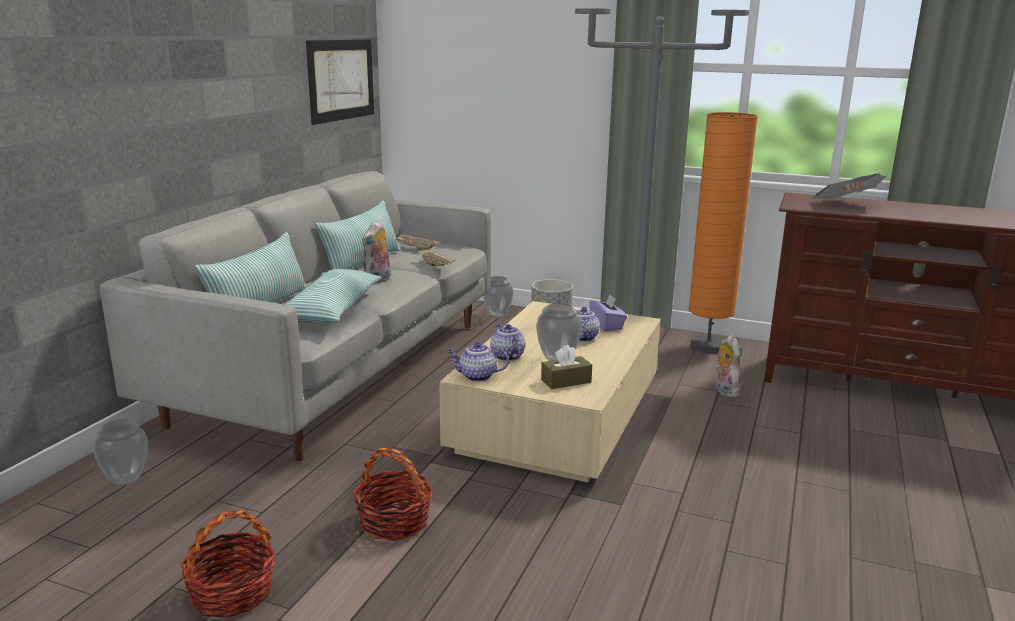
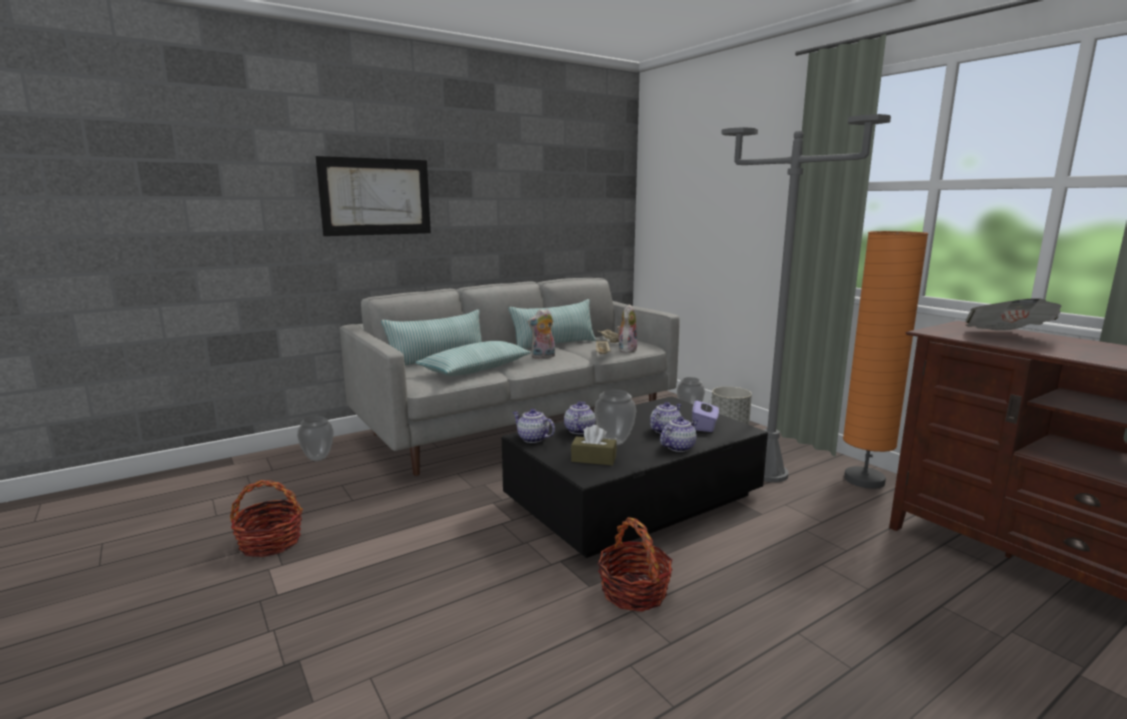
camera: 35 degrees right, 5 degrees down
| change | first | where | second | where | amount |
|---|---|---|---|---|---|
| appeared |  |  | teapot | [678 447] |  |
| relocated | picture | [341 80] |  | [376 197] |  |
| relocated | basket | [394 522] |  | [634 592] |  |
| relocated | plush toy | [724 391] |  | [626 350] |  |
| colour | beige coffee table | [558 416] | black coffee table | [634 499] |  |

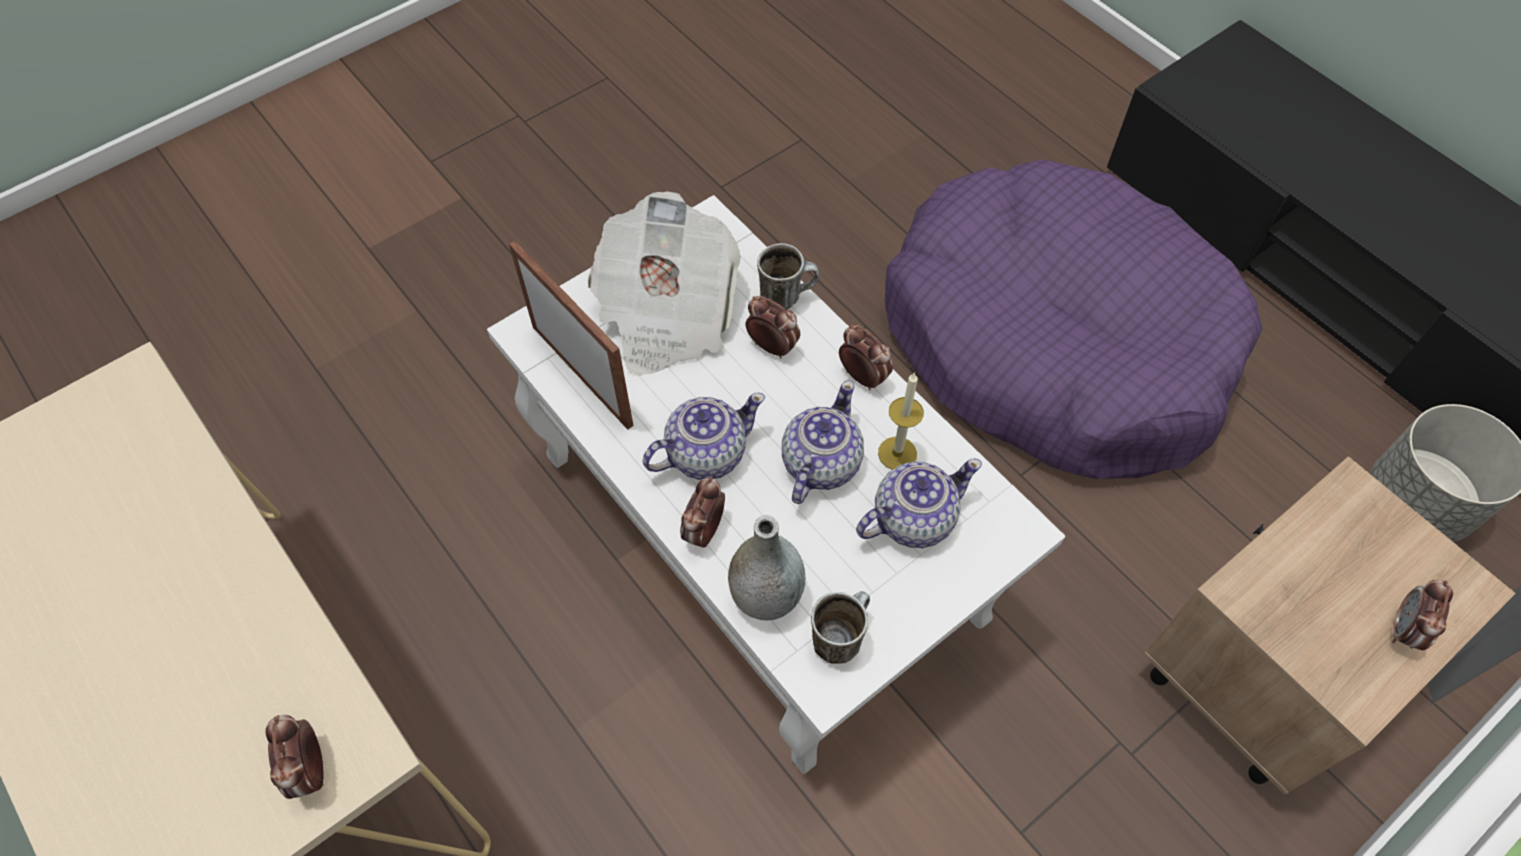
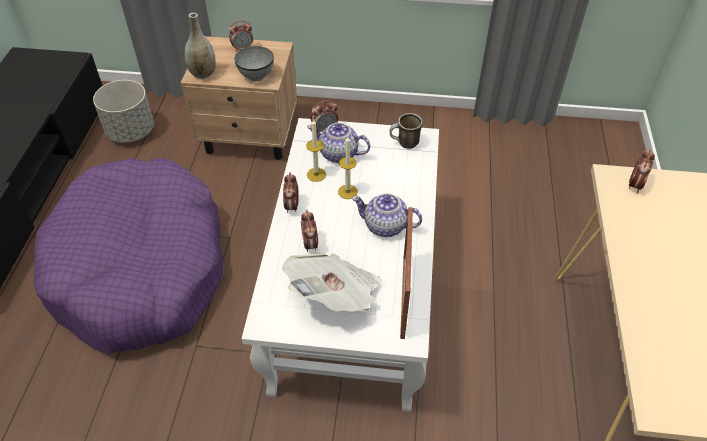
camera: 135 degrees left, 10 degrees down
| change | first | where | second | where | amount |
|---|---|---|---|---|---|
| missing | mug | [787 296] |  |  |  |
| appeared |  |  | grey bowl | [256 75] |  |
| relocated | alarm clock | [704 531] |  | [325 129] |  |
| relocated | grey vase | [766 596] |  | [203 73] |  |
| exchanged | teapot | [819 464] | candle | [347 191] |  |

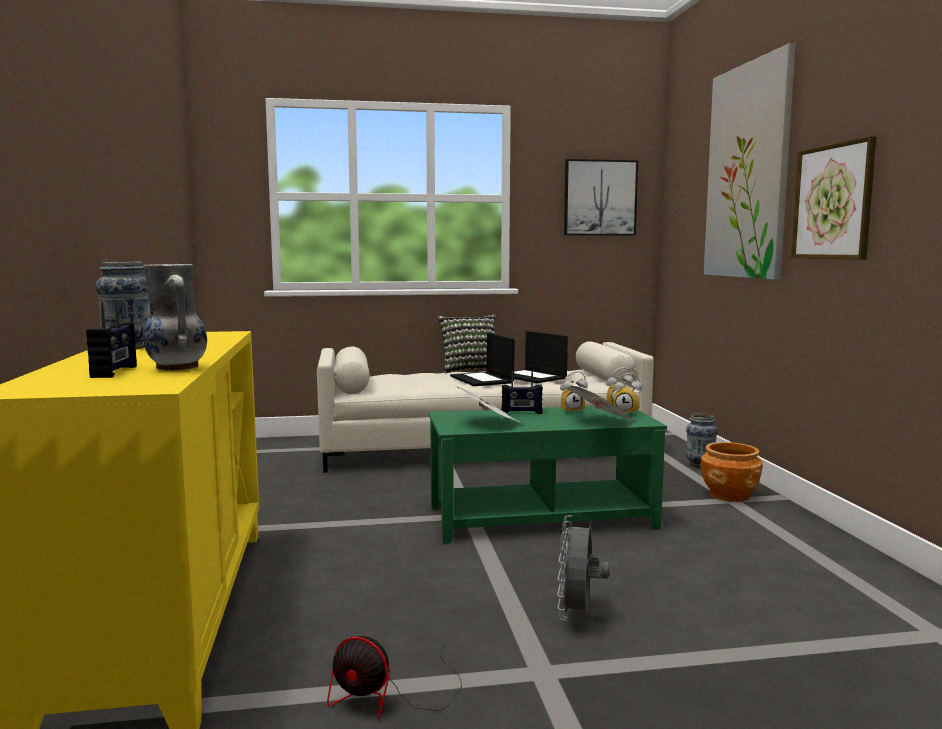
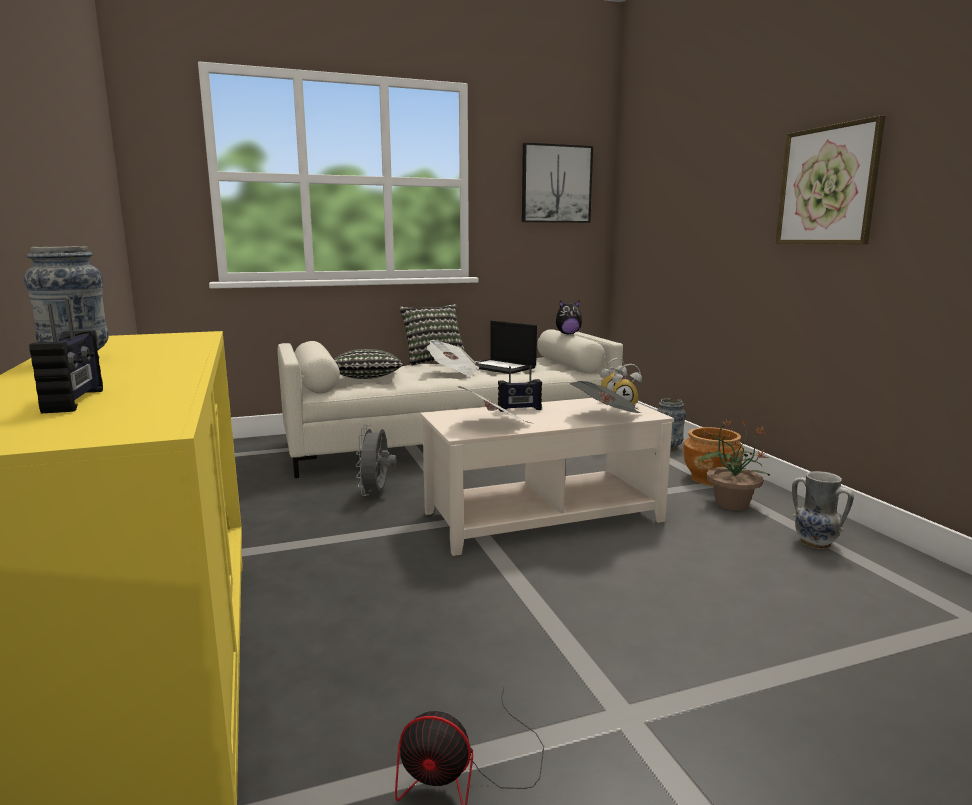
camera: 10 degrees left, 5 degrees up
| change | first | where | second | where | amount |
|---|---|---|---|---|---|
| missing | alarm clock | [572 411] |  |  |  |
| missing | picture | [747 172] |  |  |  |
| appeared |  |  | pillow | [366 379] |  |
| appeared |  |  | plush toy | [568 334] |  |
| appeared |  |  | potted plant | [731 503] |  |
| relocated | vase | [176 368] |  | [815 543] |  |
| relocated | grey fan | [578 615] |  | [376 493] |  |
| exchanged | laptop | [482 380] | newspaper | [453 372] |  |
| colour | green coffee table | [541 518] | beige coffee table | [543 517] |  |

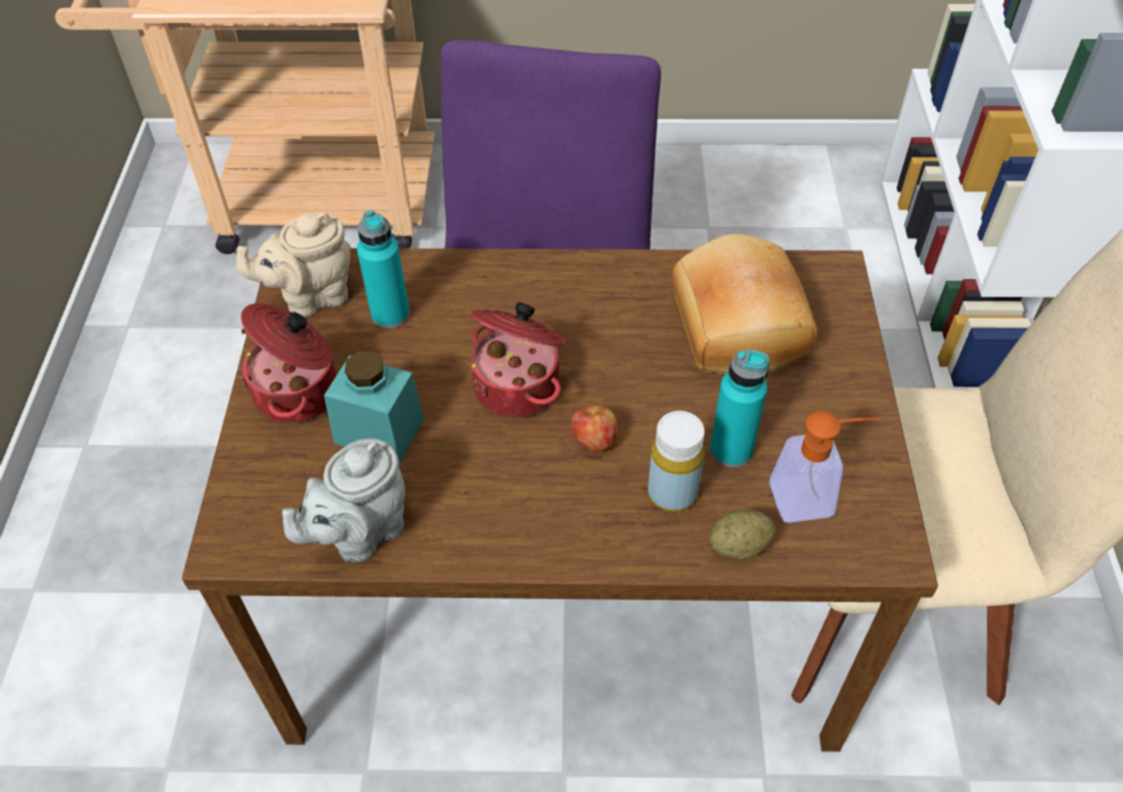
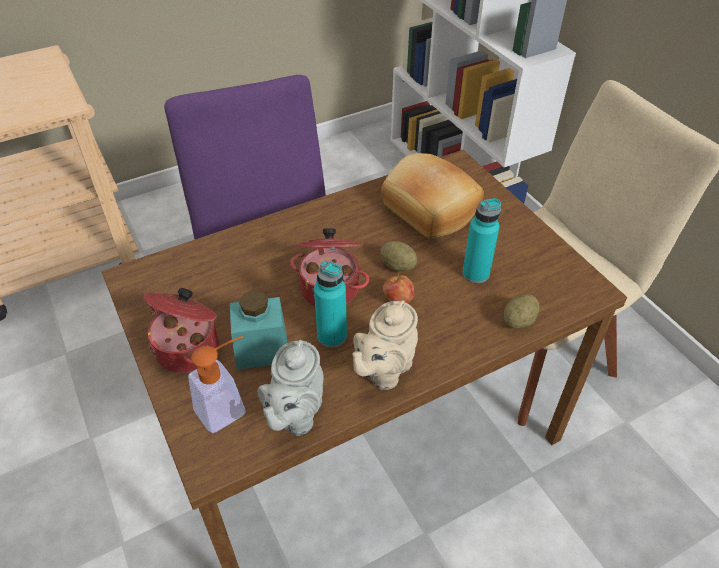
camera: 30 degrees left, 5 degrees down
| change | first | where | second | where | amount |
|---|---|---|---|---|---|
| missing | yellow bottle | [672 493] |  |  |  |
| appeared |  |  | potato | [398 266] |  |
| relocated | beige teapot | [311 297] |  | [384 371] |  |
| relocated | turquoise bottle | [390 314] |  | [332 336] |  |
| relocated | soap dispenser | [813 498] |  | [228 407] |  |

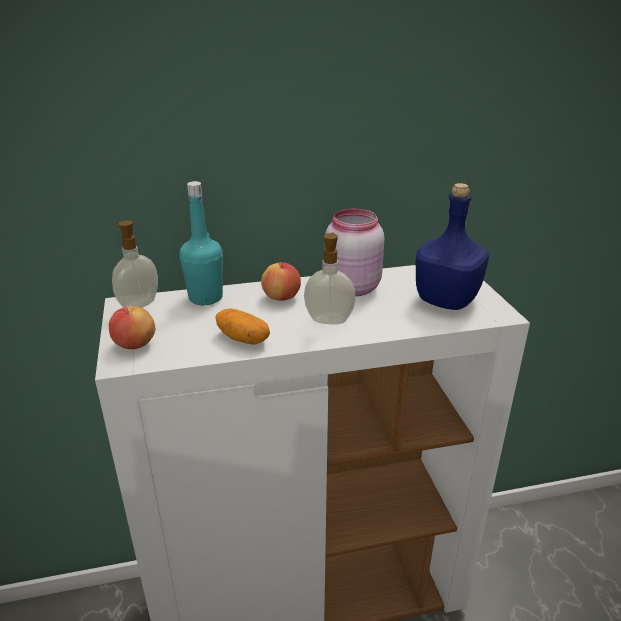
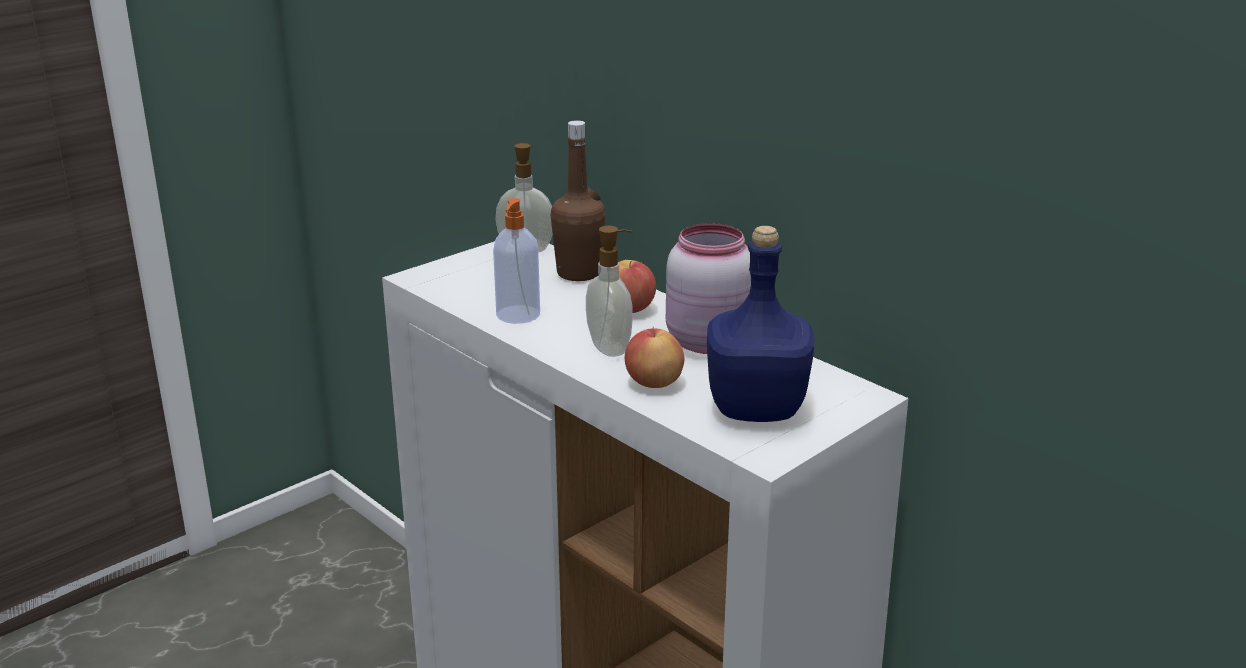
camera: 60 degrees right, 5 degrees down
| change | first | where | second | where | amount |
|---|---|---|---|---|---|
| relocated | apple | [134 345] |  | [653 383] |  |
| exchanged | potato | [243 338] | soap dispenser | [517 315] |  |
| colour | turquoise bottle | [205 297] | brown bottle | [579 273] |  |

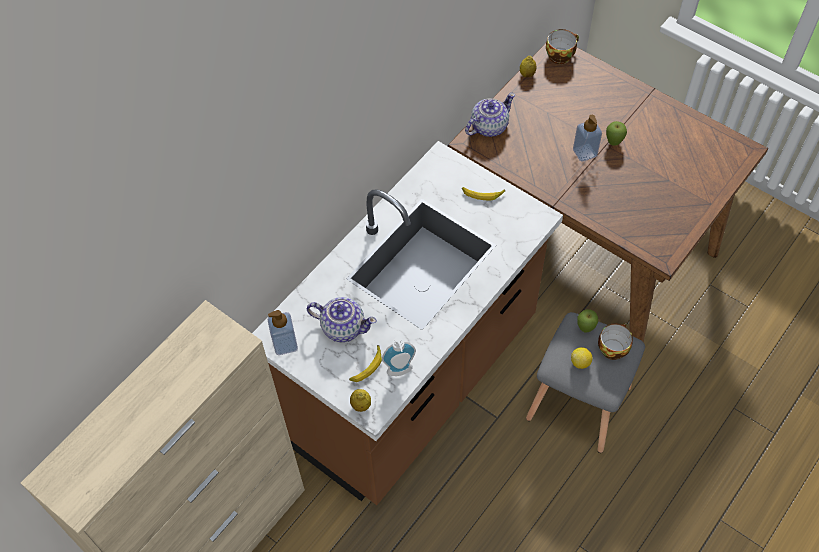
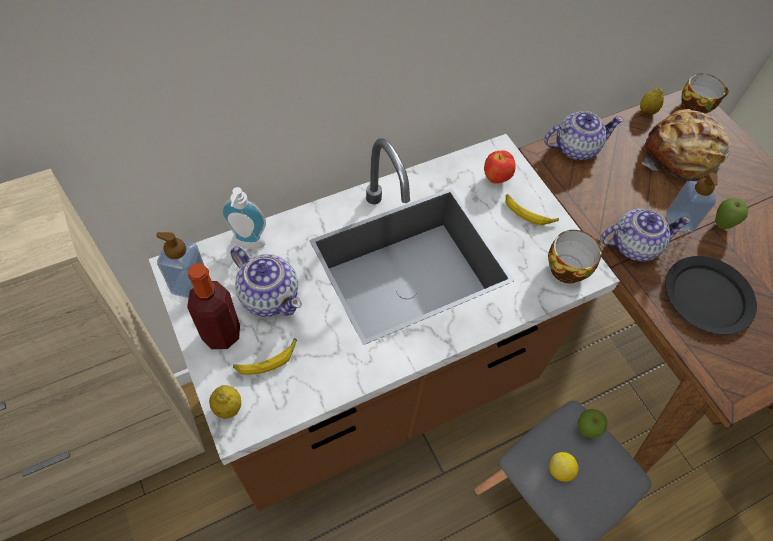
camera: 20 degrees right, 0 degrees up
| change | first | where | second | where | amount |
|---|---|---|---|---|---|
| appeared |  |  | bottle | [221 334] |  |
| appeared |  |  | apple | [496 178] |  |
| appeared |  |  | teapot | [633 245] |  |
| appeared |  |  | bread | [681 155] |  |
| appeared |  |  | black plate | [708 297] |  |
| relocated | soap dispenser | [400 372] |  | [248 245] |  |
| relocated | cup | [612 347] |  | [567 267] |  |

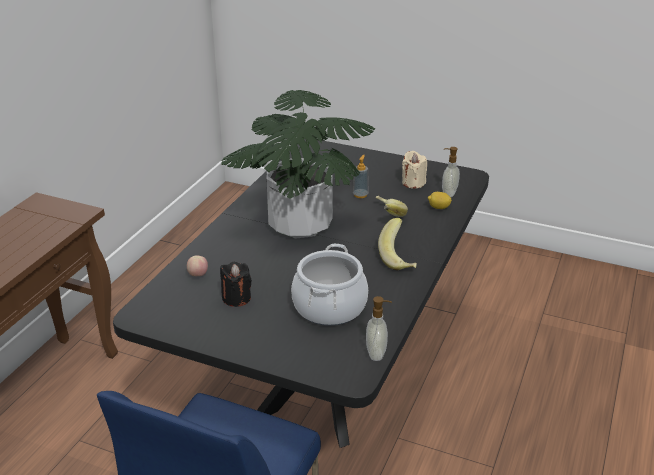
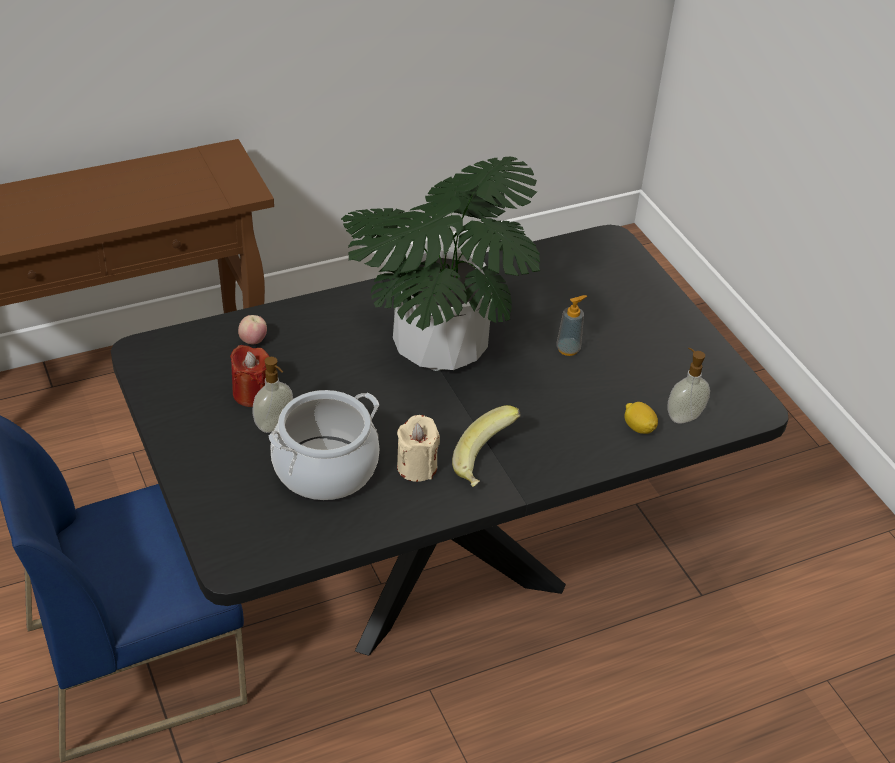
camera: 40 degrees right, 10 degrees up
| change | first | where | second | where | amount |
|---|---|---|---|---|---|
| missing | banana | [386 216] |  |  |  |
| relocated | soap dispenser | [377 353] |  | [274 425] |  |
| relocated | beige candle | [413 183] |  | [416 467] |  |
| colour | black candle | [236 298] | red candle | [252 393] |  |

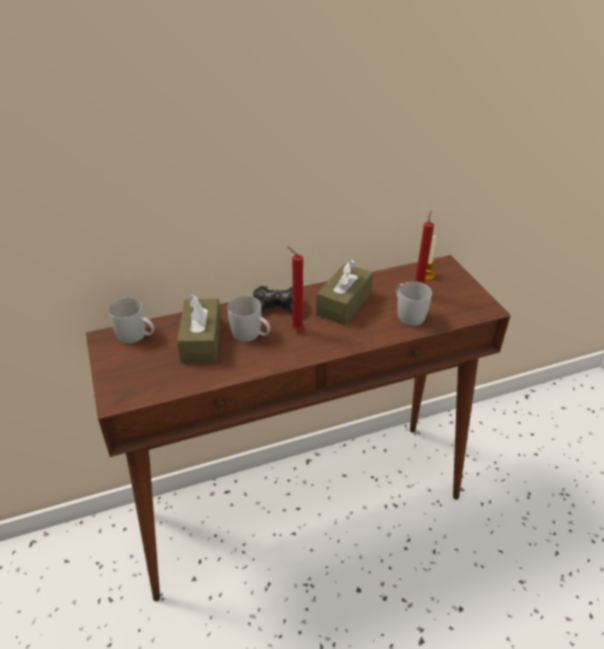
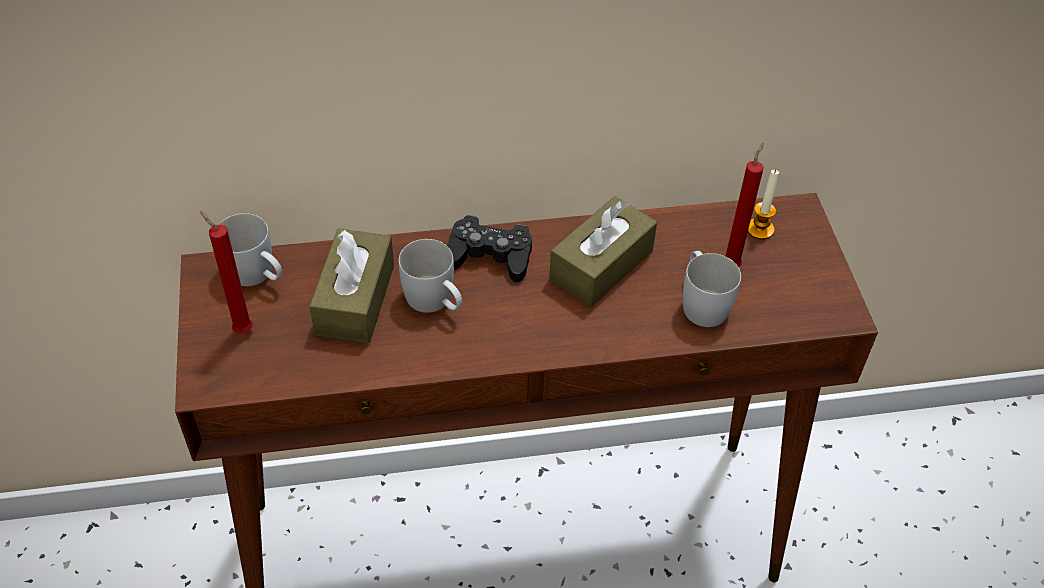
camera: 10 degrees right, 10 degrees up
| change | first | where | second | where | amount |
|---|---|---|---|---|---|
| relocated | red candle | [295 329] |  | [241 329] |  |

